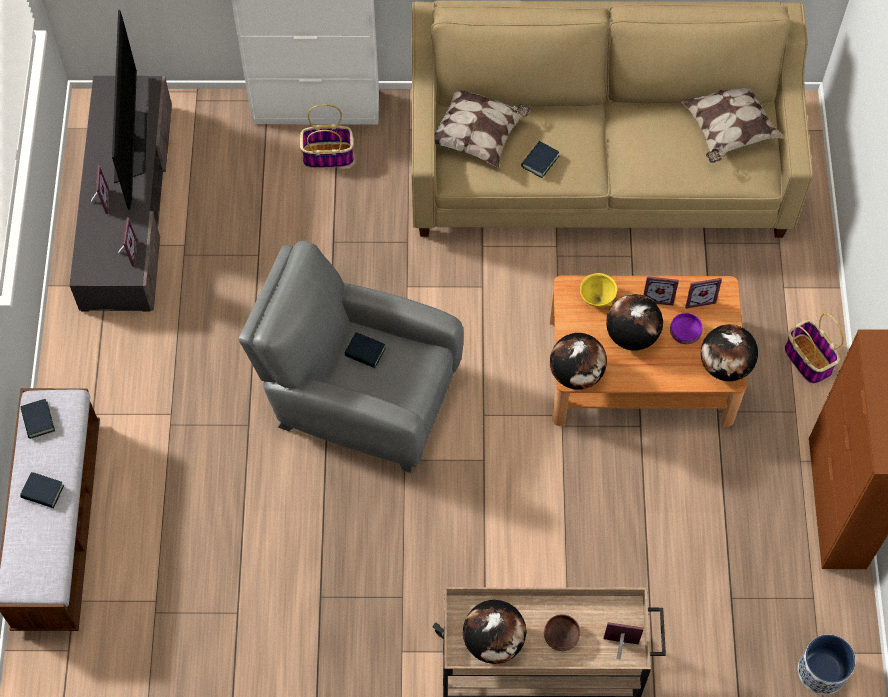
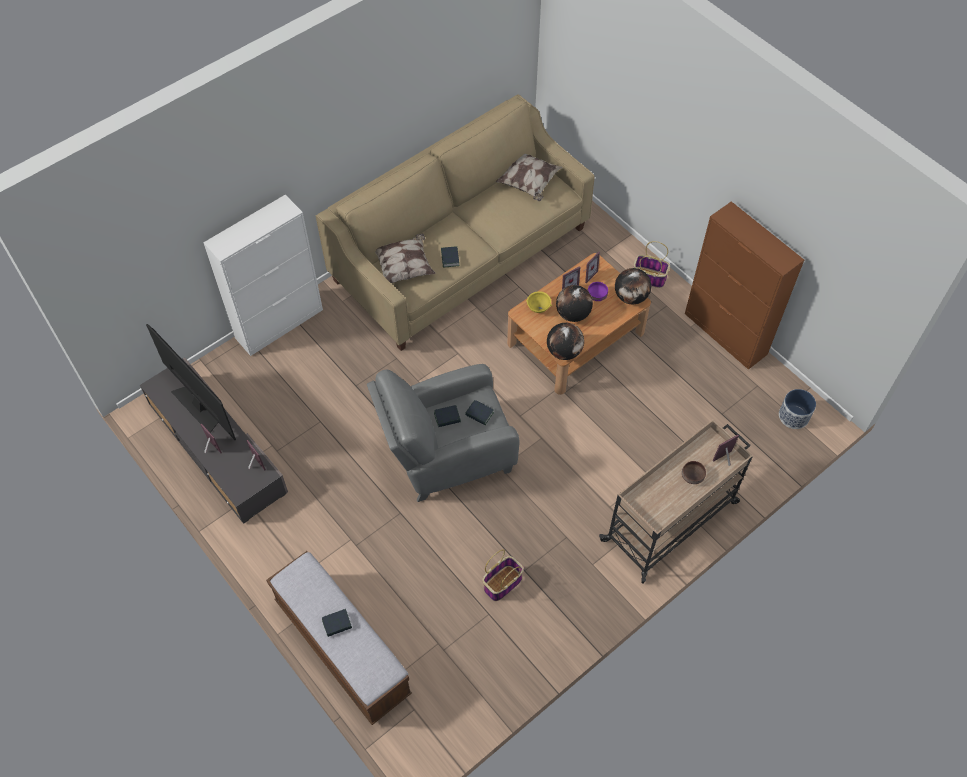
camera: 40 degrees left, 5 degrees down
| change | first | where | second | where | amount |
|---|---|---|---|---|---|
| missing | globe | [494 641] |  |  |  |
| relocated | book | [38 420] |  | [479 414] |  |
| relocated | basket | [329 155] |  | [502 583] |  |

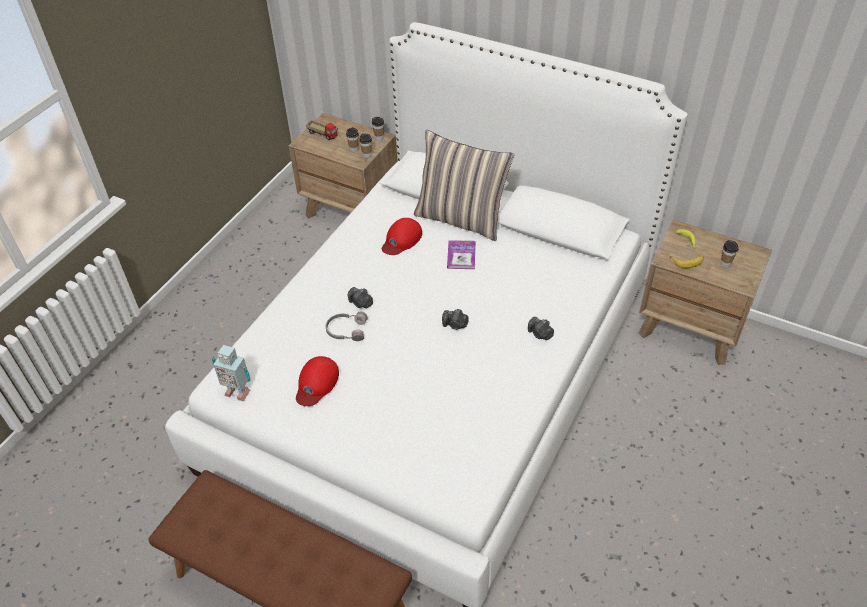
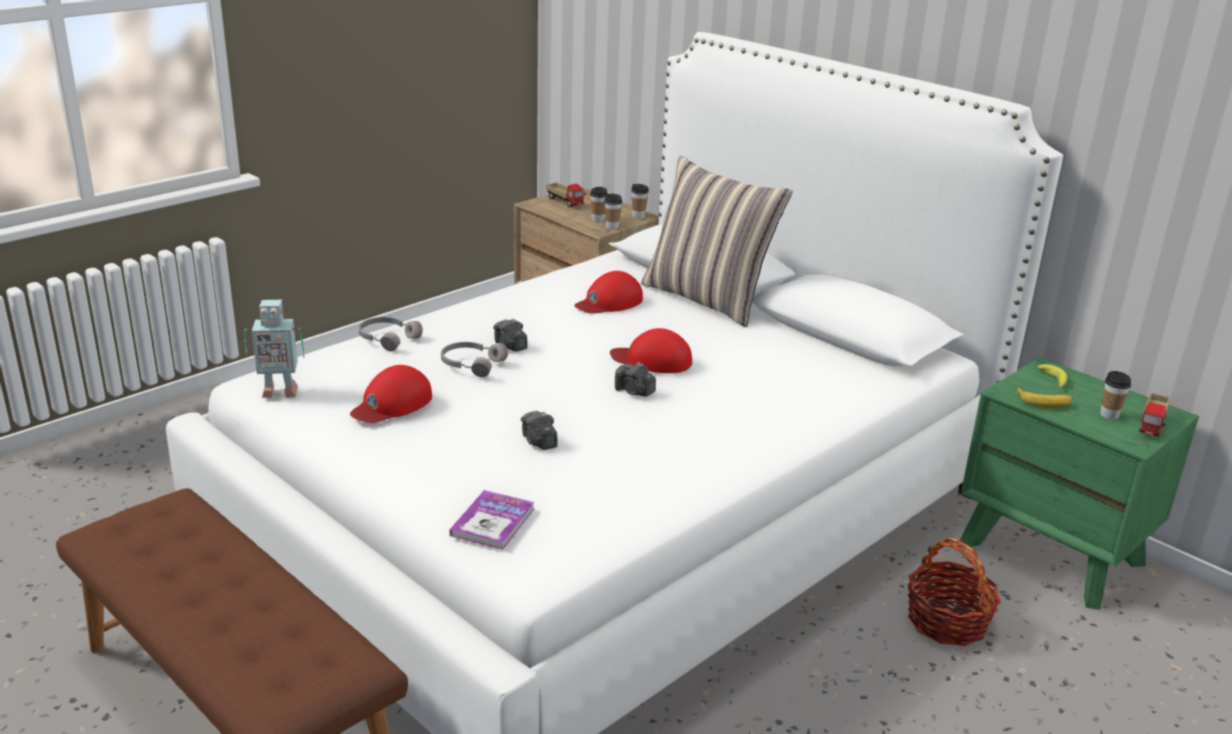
camera: 15 degrees right, 20 degrees down
| change | first | where | second | where | amount |
|---|---|---|---|---|---|
| appeared |  |  | grey headphones | [387 338] |  |
| appeared |  |  | red cap | [652 360] |  |
| appeared |  |  | basket | [947 622] |  |
| appeared |  |  | toy truck | [1152 425] |  |
| relocated | book | [461 256] |  | [493 522] |  |
| relocated | photo camera | [540 334] |  | [539 442] |  |
| colour | brown nightstand | [690 328] | green nightstand | [1053 553] |  |
| spun | toy robot | [237 391] |  | [279 391] | 45 degrees counterclockwise |

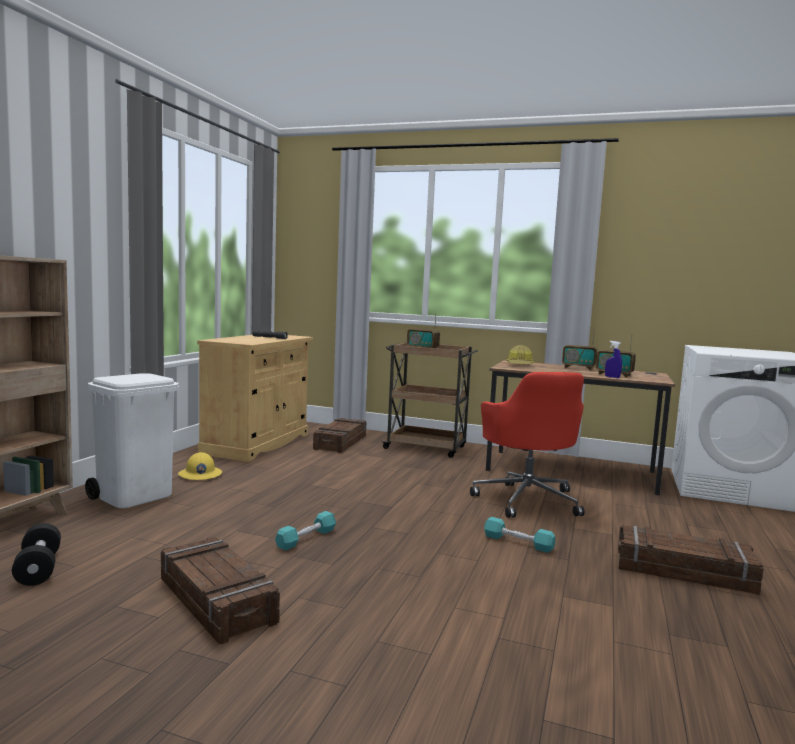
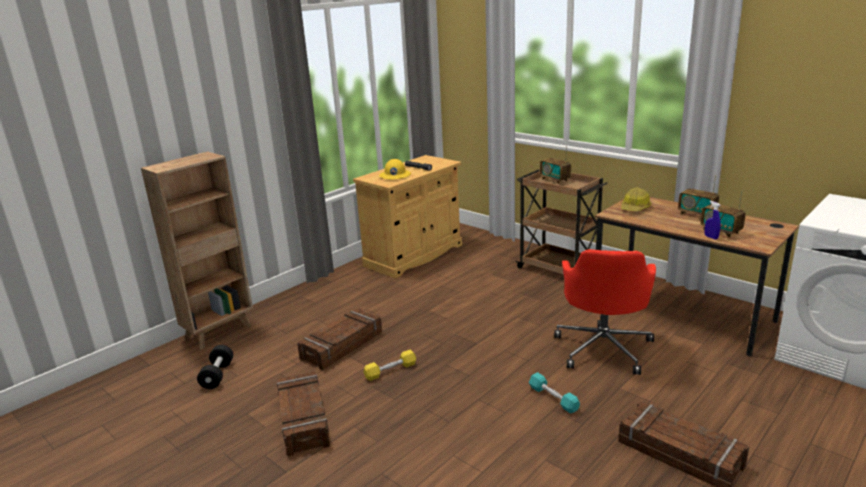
camera: 25 degrees right, 15 degrees up
| change | first | where | second | where | amount |
|---|---|---|---|---|---|
| missing | white trash can | [135 496] |  |  |  |
| relocated | yellow hard hat | [200 474] |  | [395 175] |  |
| relocated | crate | [340 442] |  | [341 345] |  |
| colour | turquoise dumbbell | [306 538] | yellow dumbbell | [390 370] |  |

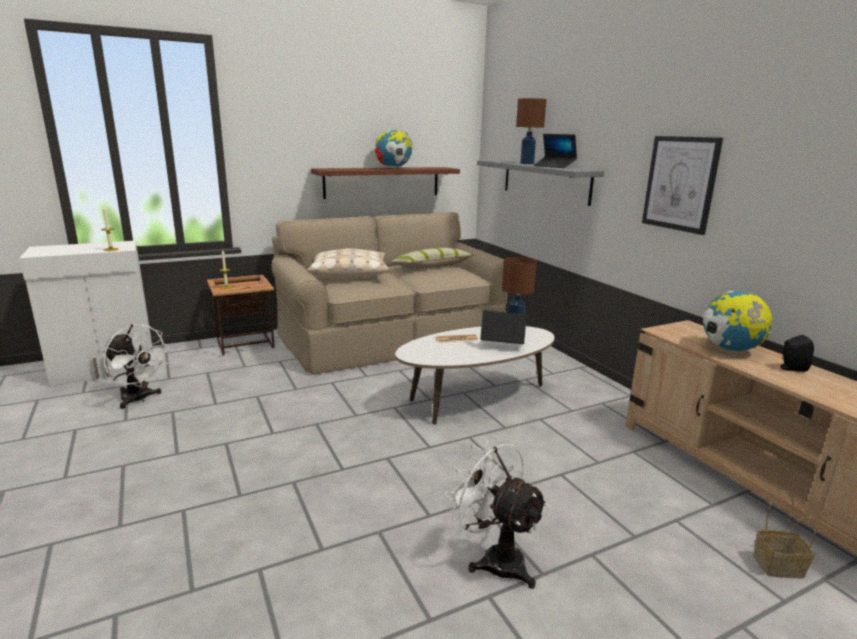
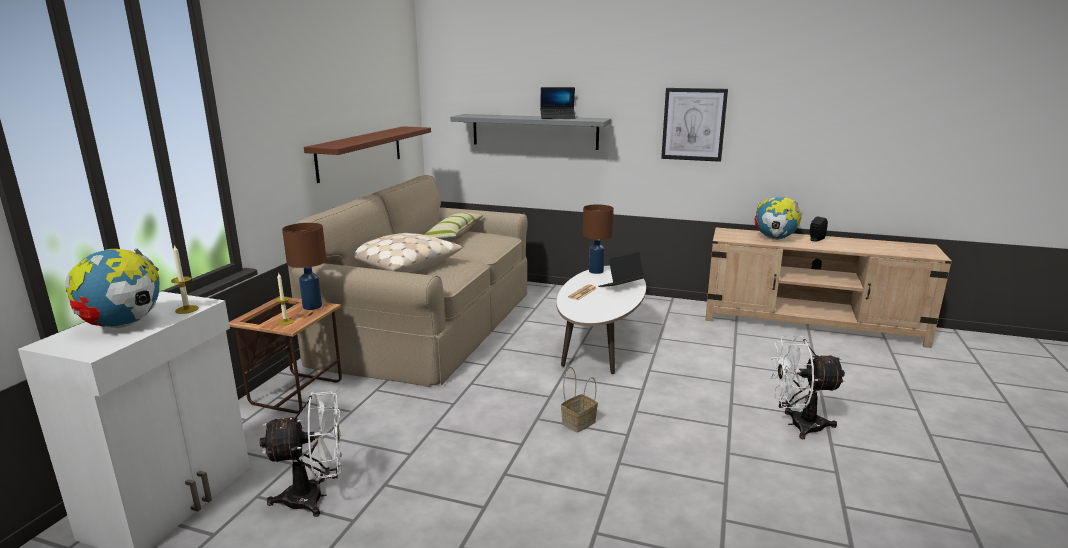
camera: 45 degrees left, 0 degrees up
| change | first | where | second | where | amount |
|---|---|---|---|---|---|
| relocated | globe | [393 168] |  | [123 325] |  |
| relocated | brown table lamp | [527 163] |  | [312 306] |  |
| relocated | basket | [779 565] |  | [579 422] |  |

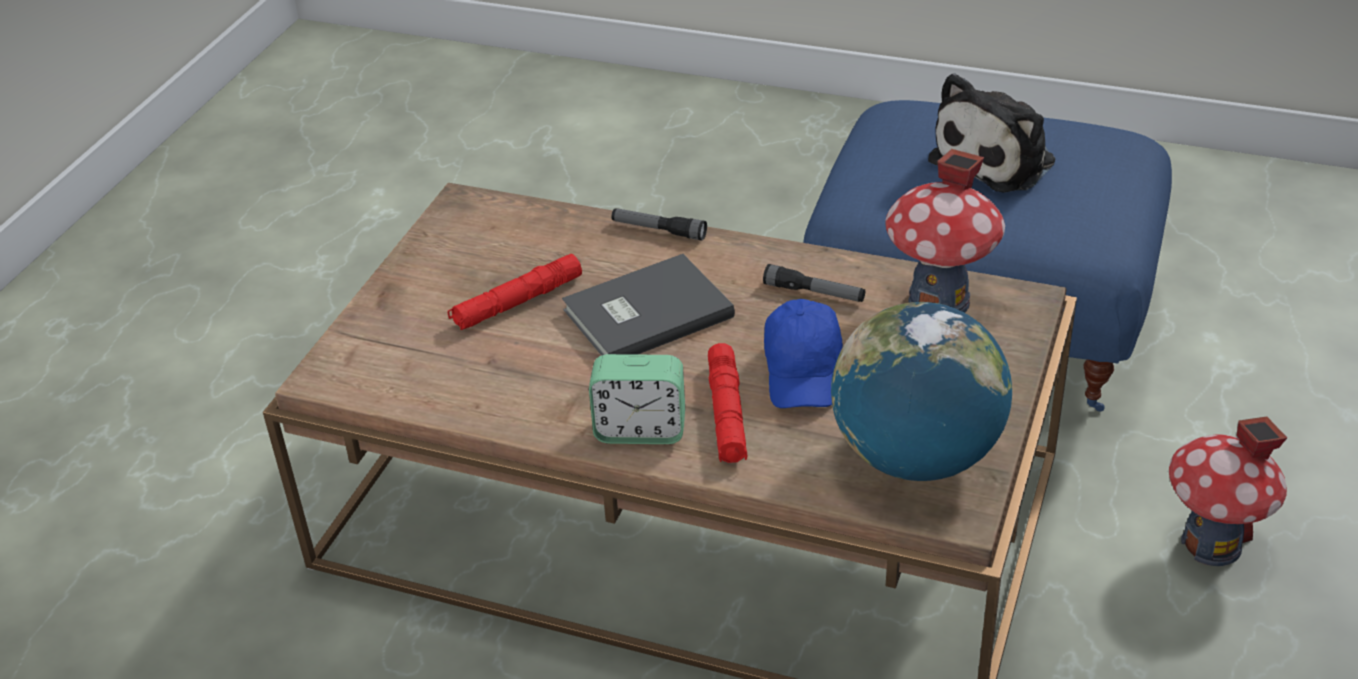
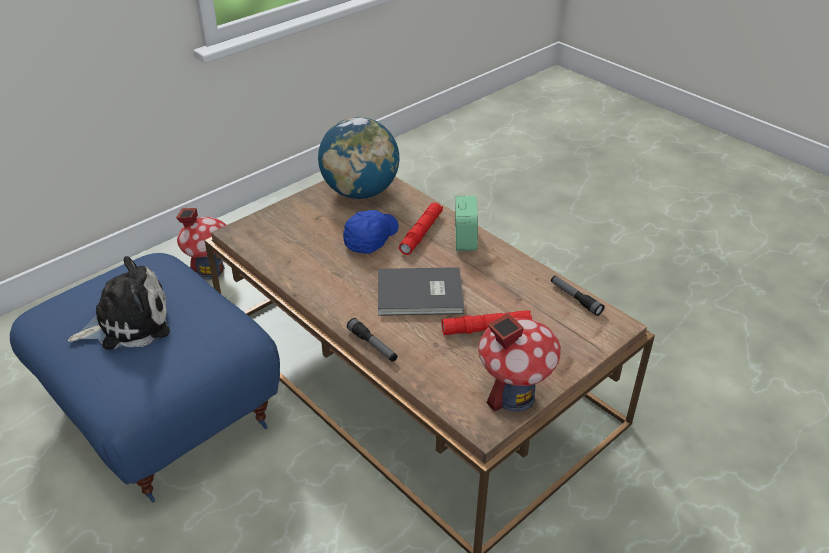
camera: 155 degrees left, 0 degrees up
| change | first | where | second | where | amount |
|---|---|---|---|---|---|
| relocated | flashlight | [814 293] |  | [575 299] |  |
| relocated | toy house | [939 301] |  | [513 395] |  |
| spun | alarm clock | [640 430] |  | [465 240] | 60 degrees clockwise |

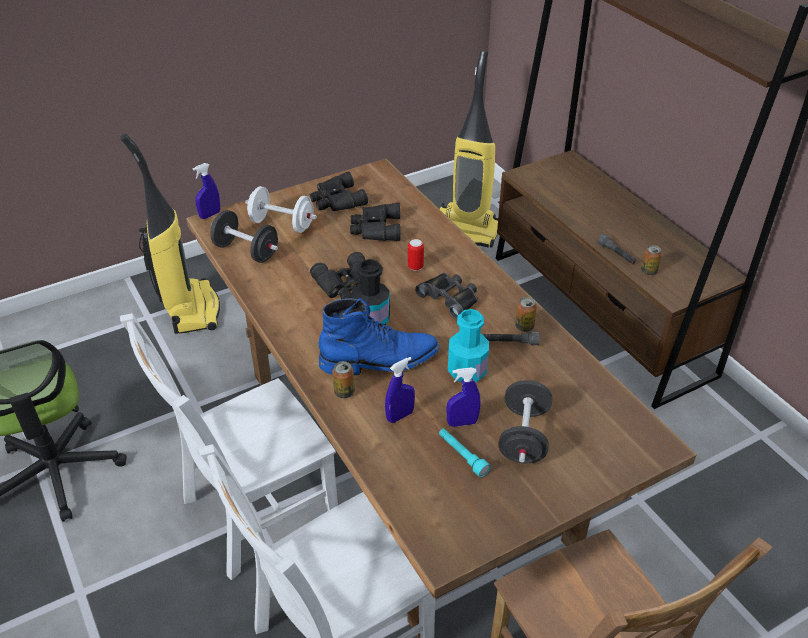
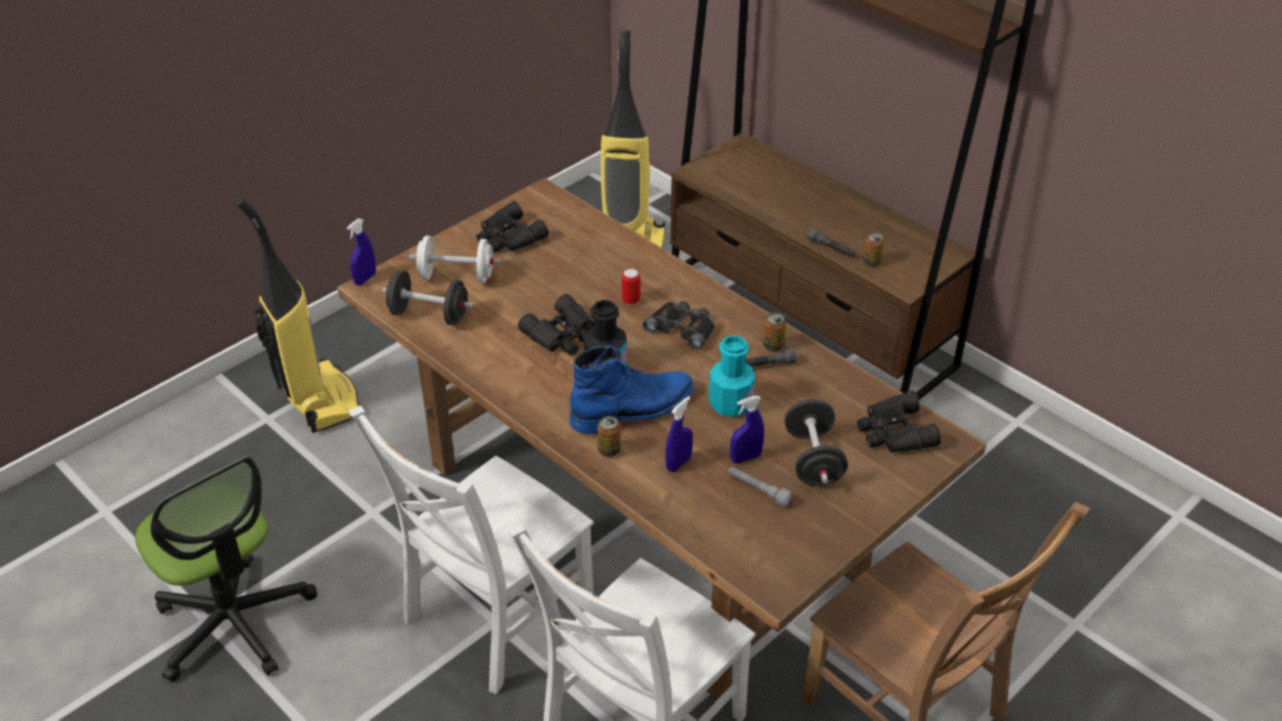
camera: 15 degrees left, 0 degrees up
| change | first | where | second | where | amount |
|---|---|---|---|---|---|
| relocated | black binoculars | [375 228] |  | [893 432] |  |
| colour | turquoise flashlight | [462 456] | grey flashlight | [758 490] |  |

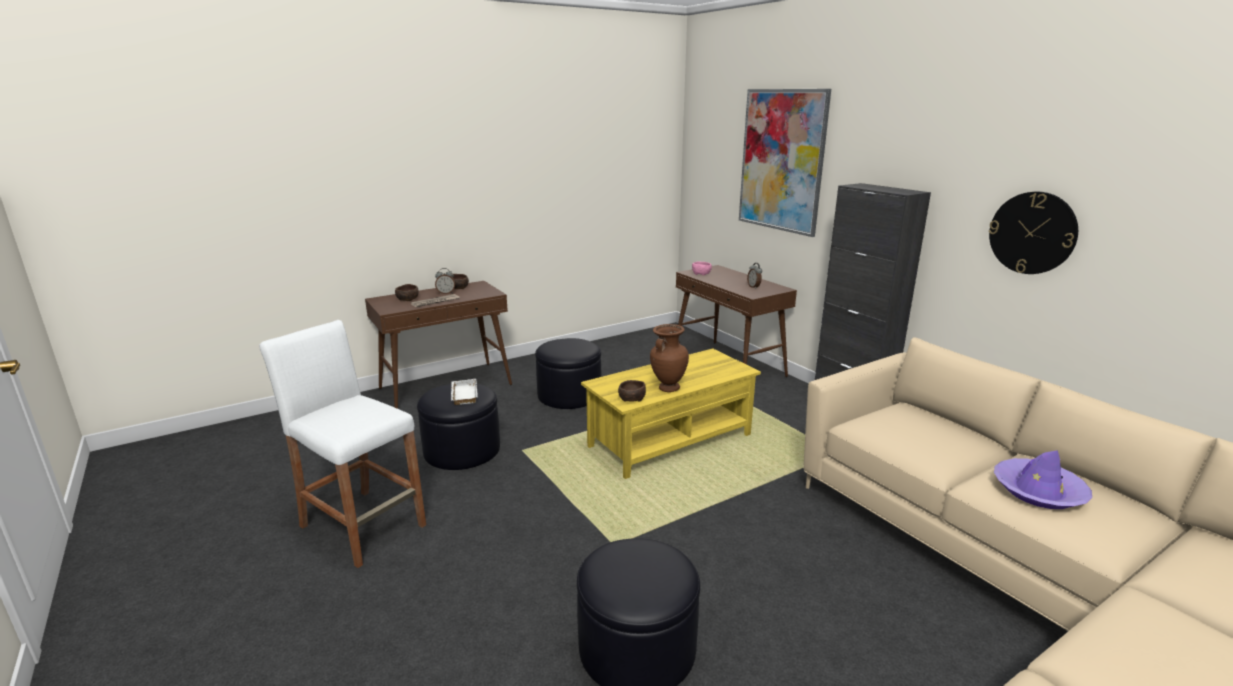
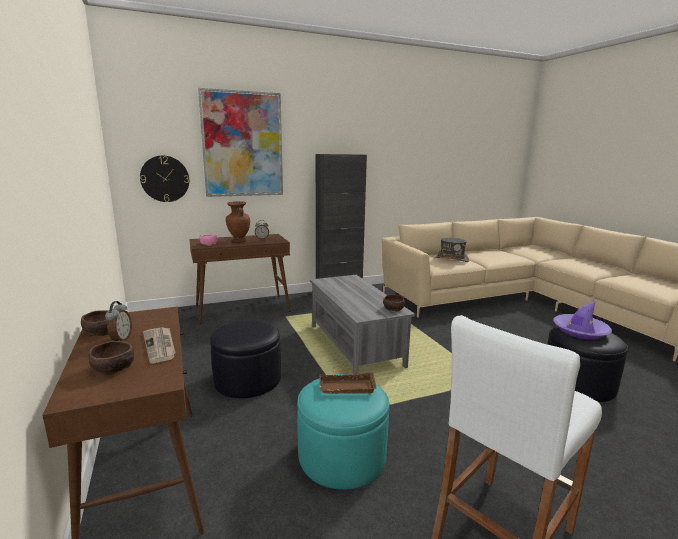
camera: 80 degrees left, 5 degrees down
| change | first | where | second | where | amount |
|---|---|---|---|---|---|
| appeared |  |  | grey hat | [451 259] |  |
| relocated | brown vase | [668 388] |  | [239 241] |  |
| relocated | wall clock | [1032 233] |  | [165 179] |  |
| relocated | purple hat | [1038 491] |  | [580 331] |  |
| colour | black ottoman | [462 450] | turquoise ottoman | [342 455] |  |
| colour | white tray | [463 395] | brown tray | [346 388] |  |
| colour | yellow coffee table | [670 441] | grey coffee table | [355 345] |  |

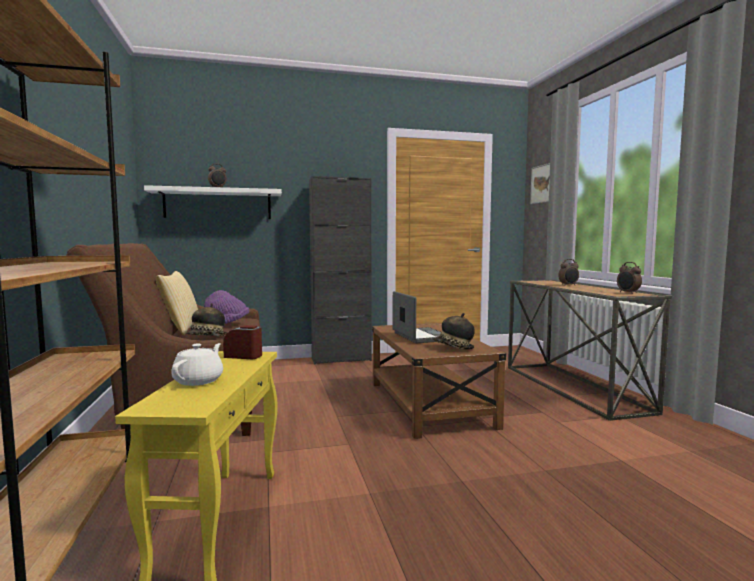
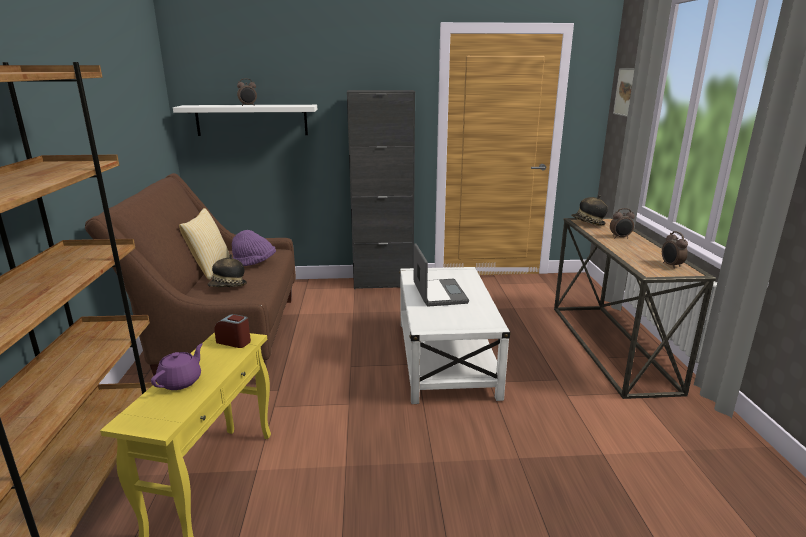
camera: 10 degrees right, 15 degrees up
| change | first | where | second | where | amount |
|---|---|---|---|---|---|
| relocated | hat | [453 348] |  | [588 223] |  |
| colour | white teapot | [199 380] | purple teapot | [181 381] |  |
| colour | brown coffee table | [429 404] | white coffee table | [445 358] |  |

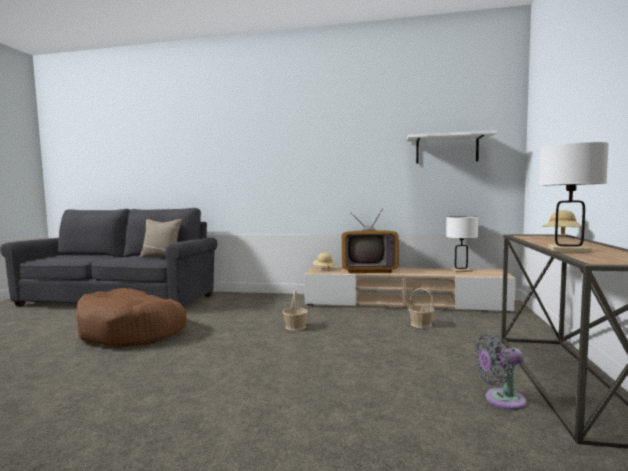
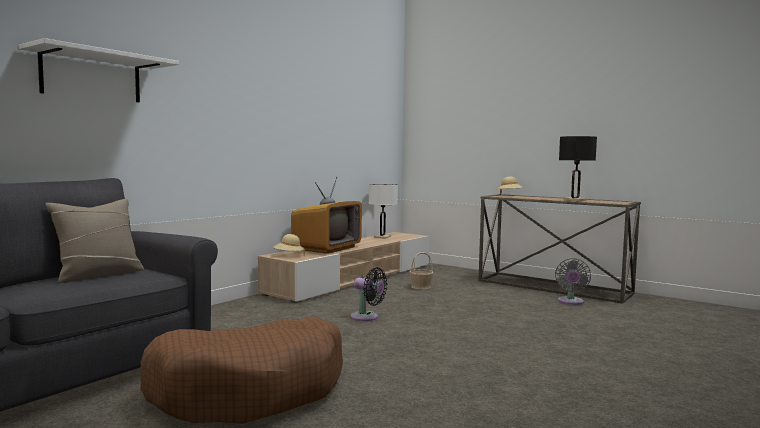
camera: 65 degrees left, 0 degrees up
| change | first | where | second | where | amount |
|---|---|---|---|---|---|
| relocated | white shelf | [446 149] |  | [92 77] |  |
| exchanged | basket | [295 327] | black fan | [367 317] |  |
| colour | white table lamp | [568 250] | black table lamp | [575 200] |  |

